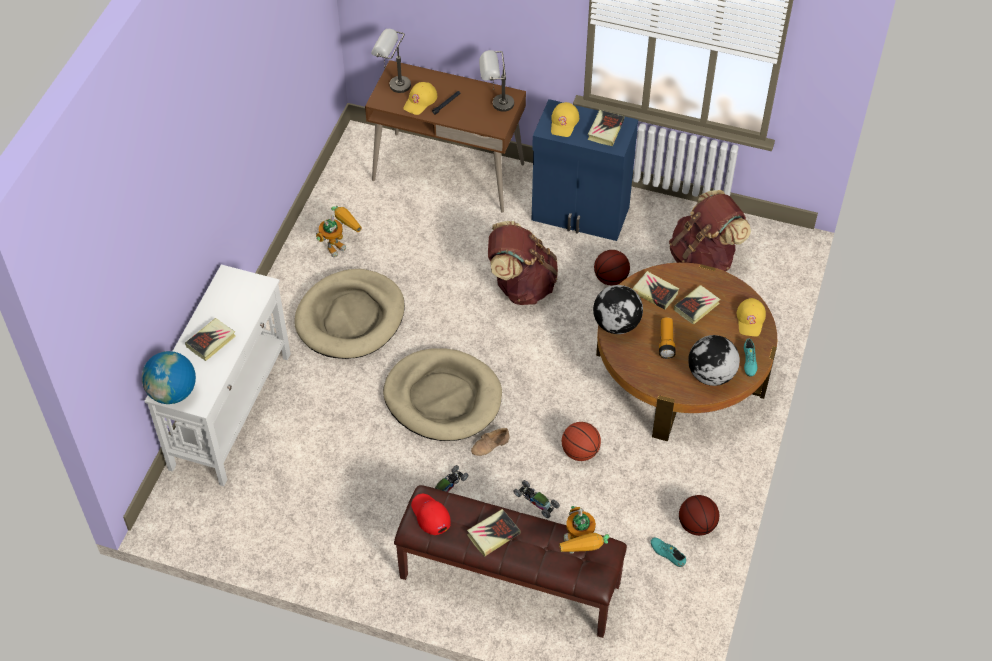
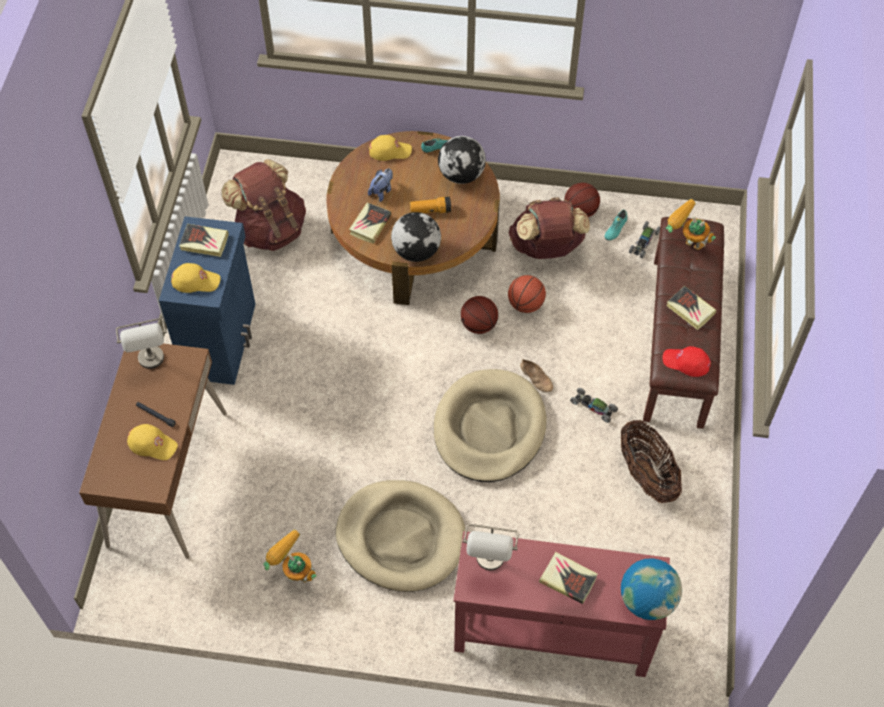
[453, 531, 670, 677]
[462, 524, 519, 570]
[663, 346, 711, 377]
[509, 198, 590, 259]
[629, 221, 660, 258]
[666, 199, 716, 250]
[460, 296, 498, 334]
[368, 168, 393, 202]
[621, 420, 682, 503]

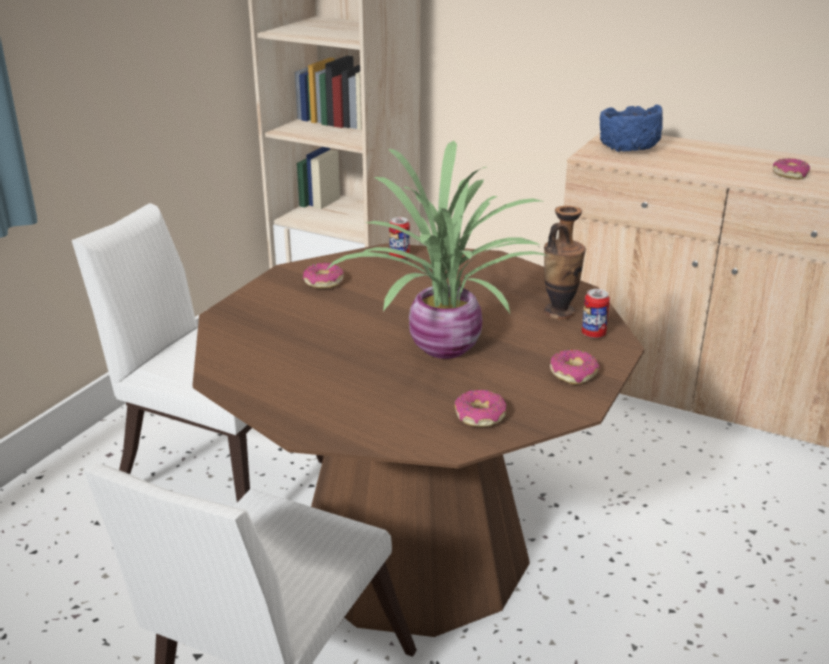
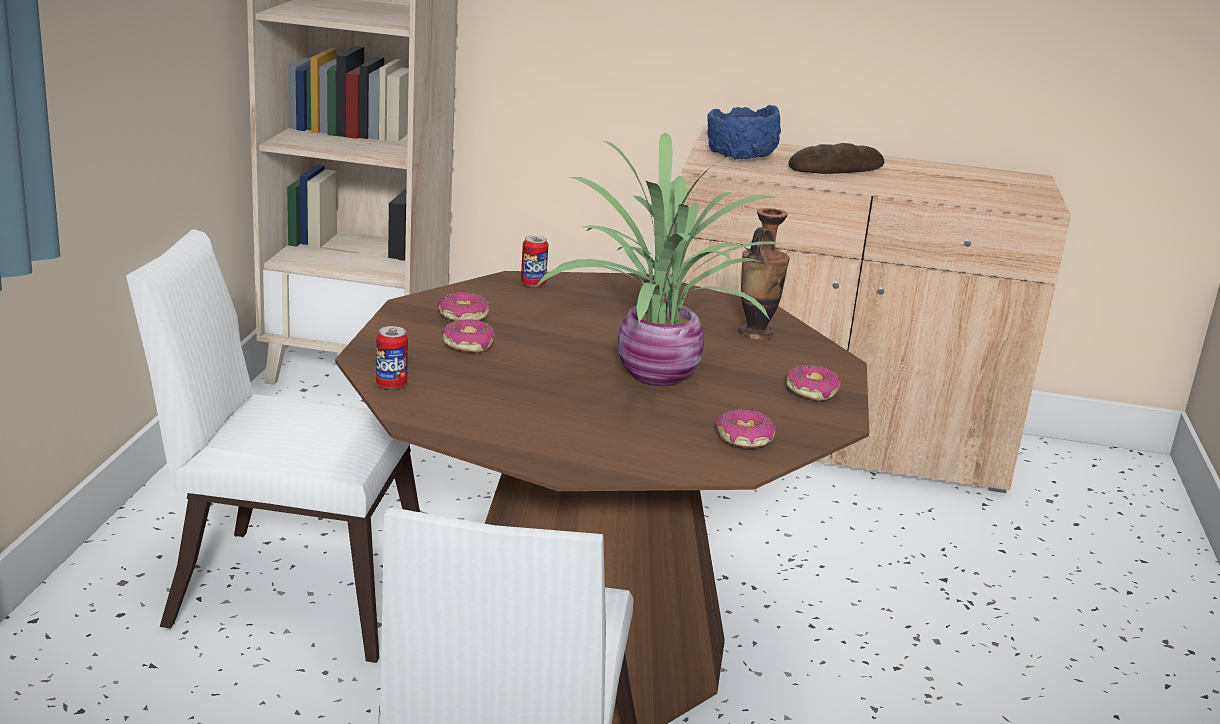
[376, 326, 408, 389]
[442, 319, 495, 353]
[788, 143, 884, 174]

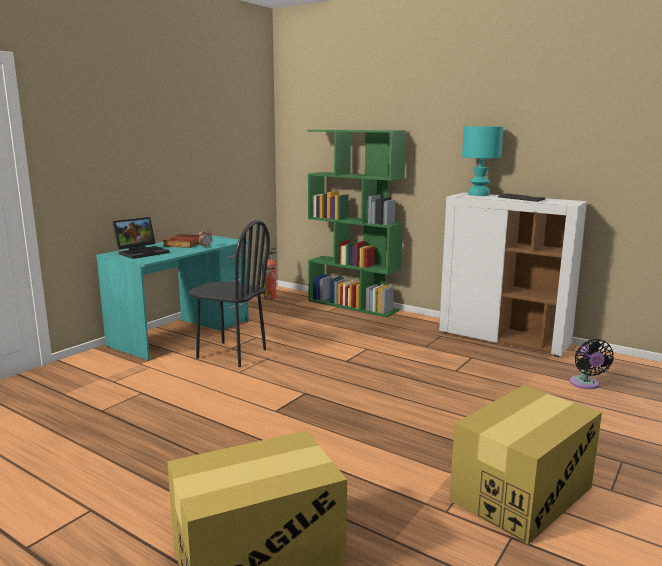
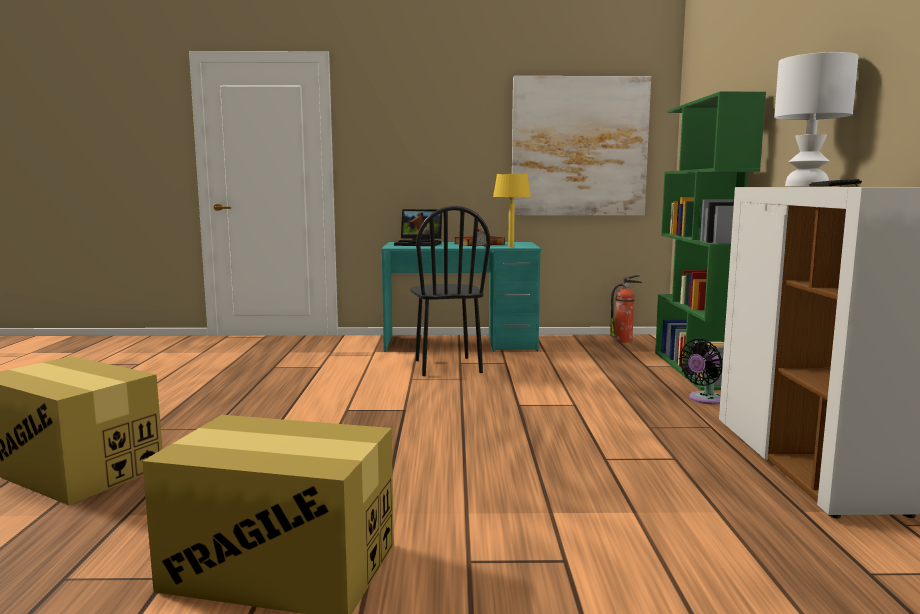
[774, 52, 858, 186]
[679, 339, 723, 404]
[493, 174, 531, 247]
[512, 76, 651, 216]

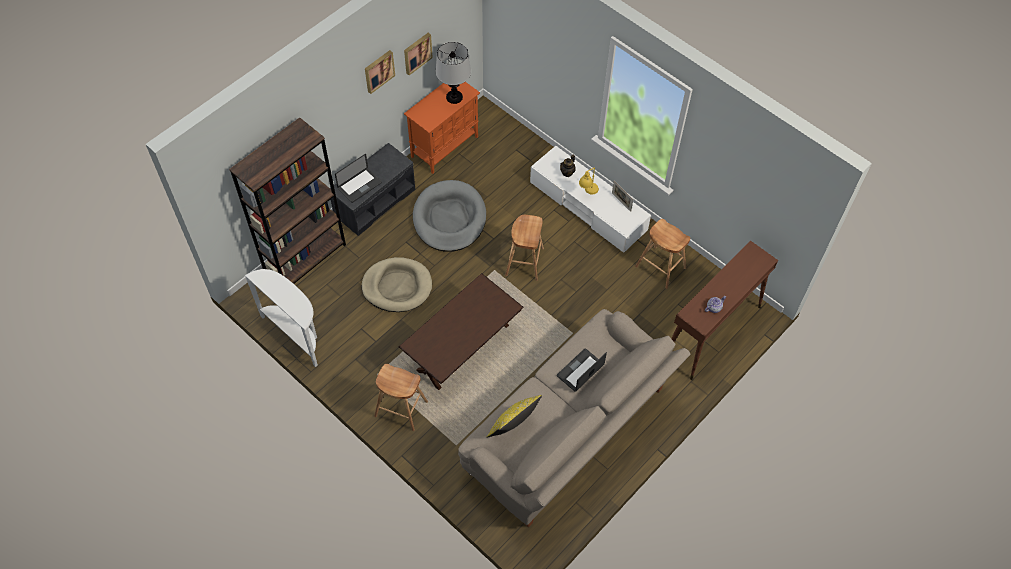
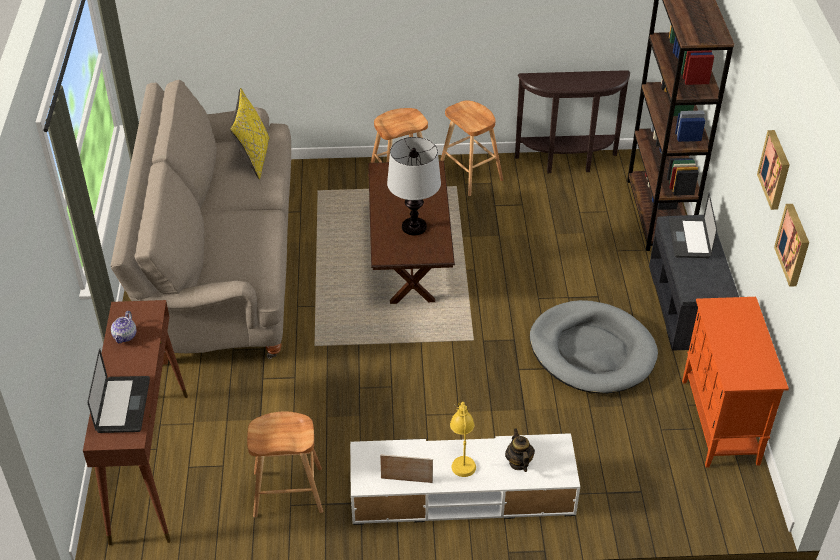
[515, 70, 630, 173]
[362, 257, 432, 312] (first image)
[387, 137, 441, 235]
[440, 100, 503, 196]
[87, 349, 150, 433]

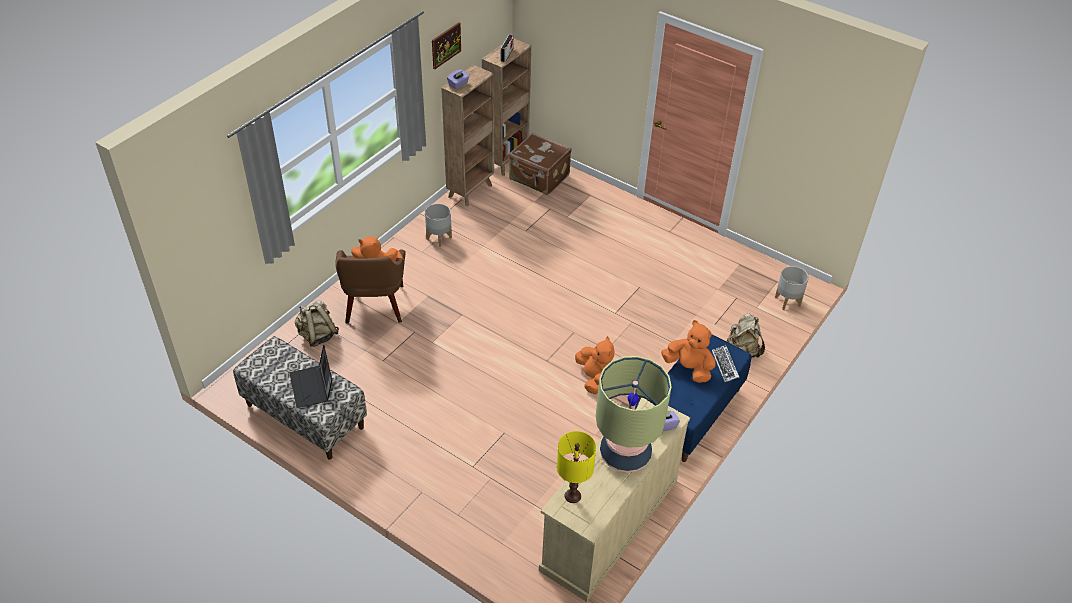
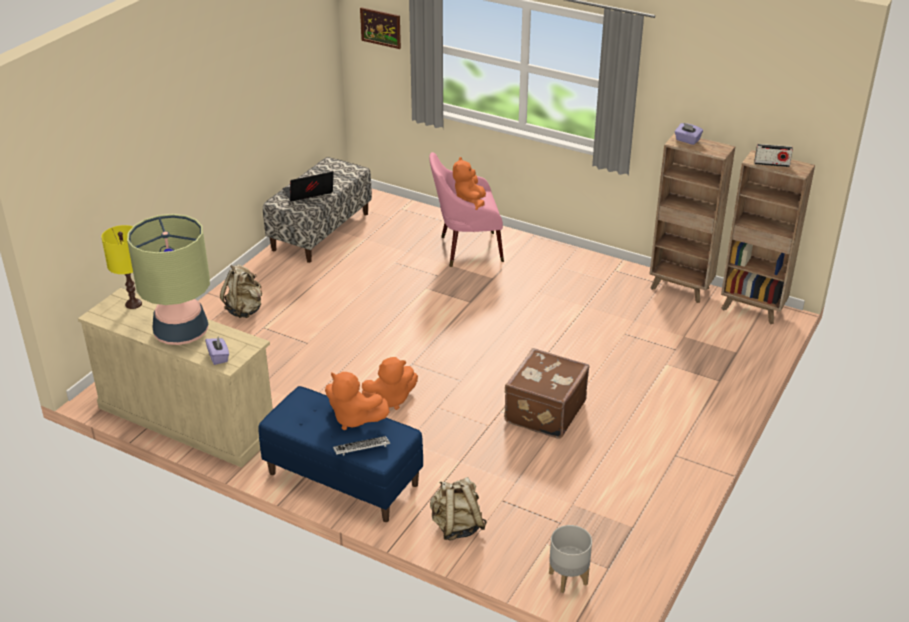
[220, 264, 262, 318]
[429, 152, 504, 267]
[425, 203, 452, 247] (first image)
[360, 7, 401, 49]
[504, 348, 590, 439]
[325, 372, 390, 430]

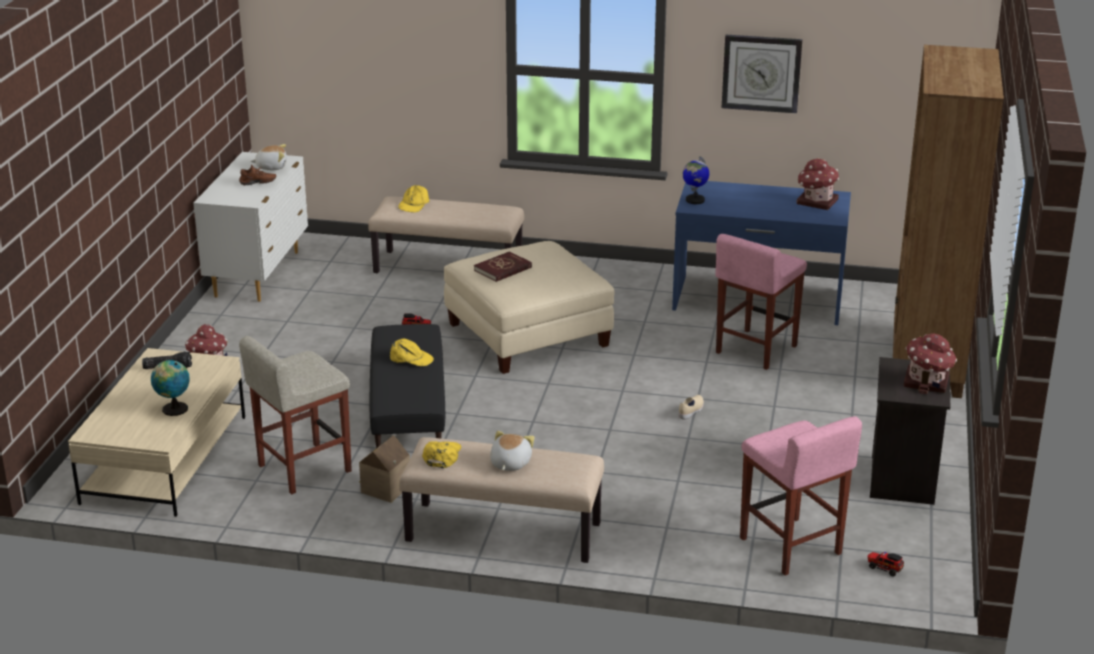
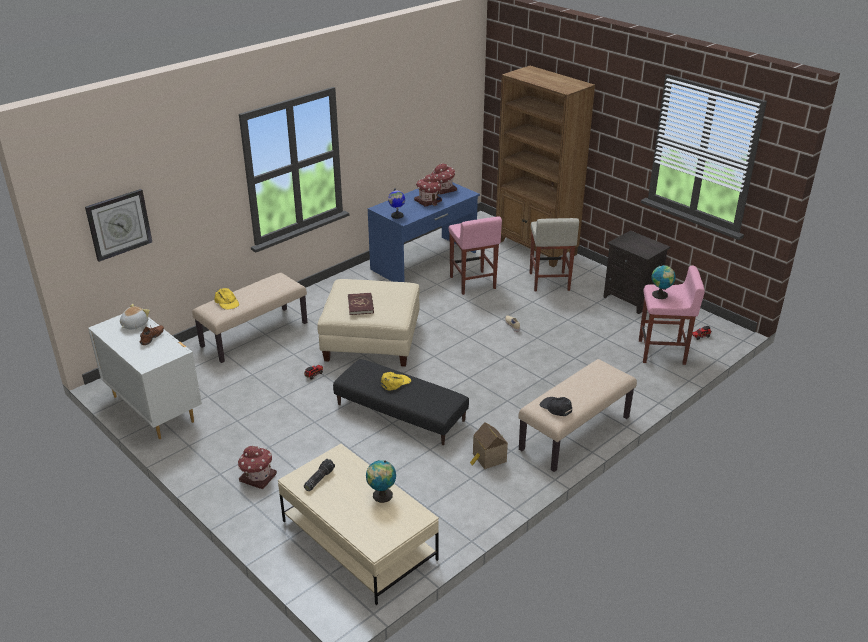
[530, 218, 579, 292]
[540, 397, 572, 416]
[490, 431, 535, 471] (first image)
[85, 189, 152, 262]
[414, 174, 442, 207]
[652, 264, 676, 299]

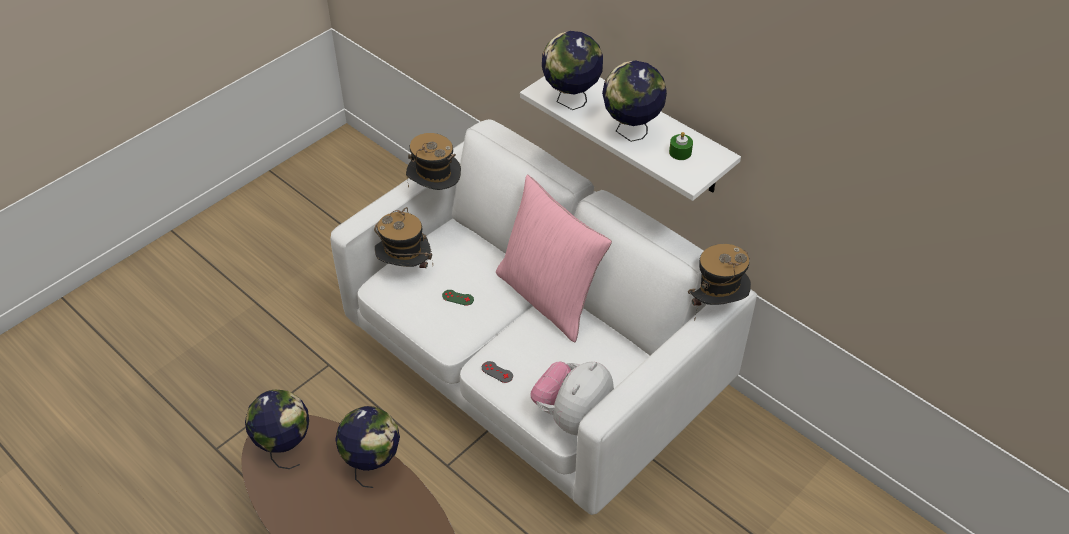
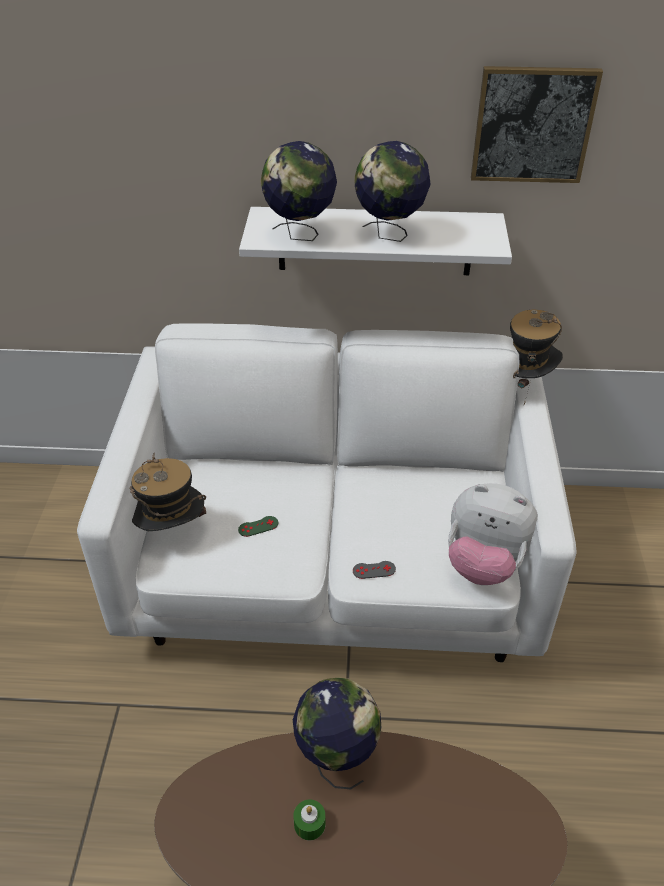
[245, 390, 309, 469] (first image)
[406, 133, 461, 190] (first image)
[496, 175, 612, 342] (first image)
[448, 483, 538, 585]
[293, 799, 325, 840]
[471, 66, 603, 183]

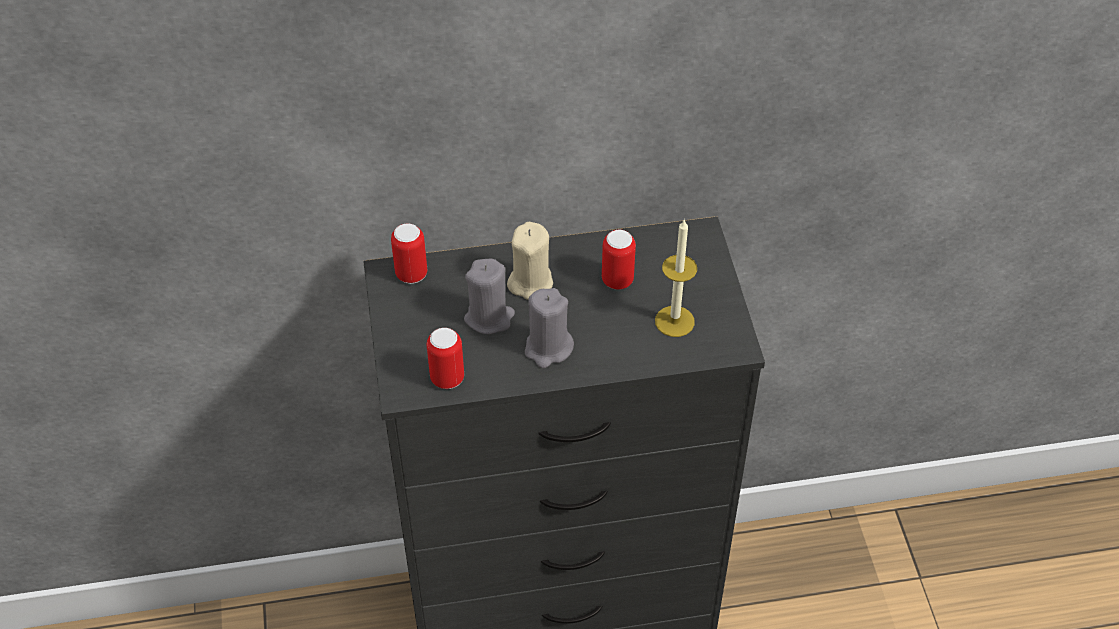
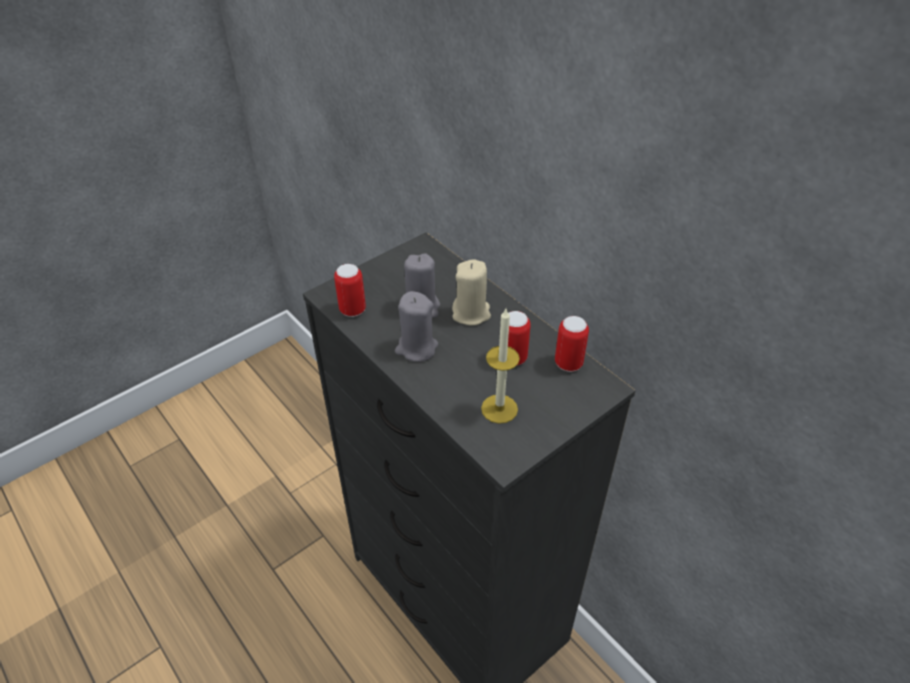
[555, 316, 589, 372]

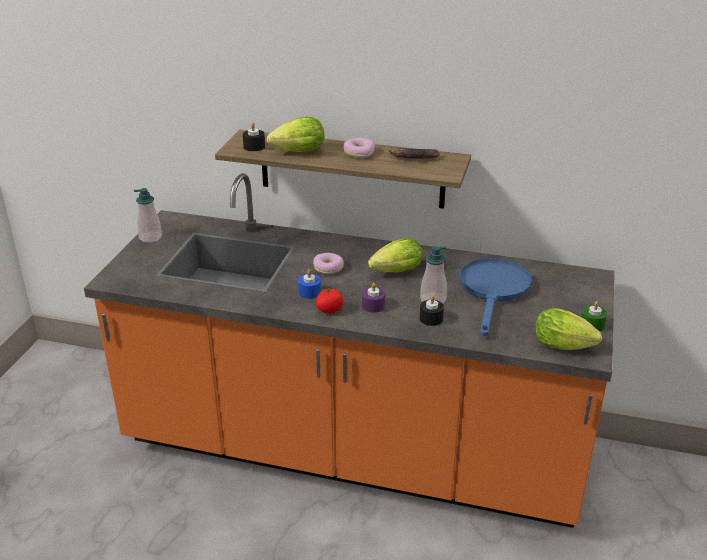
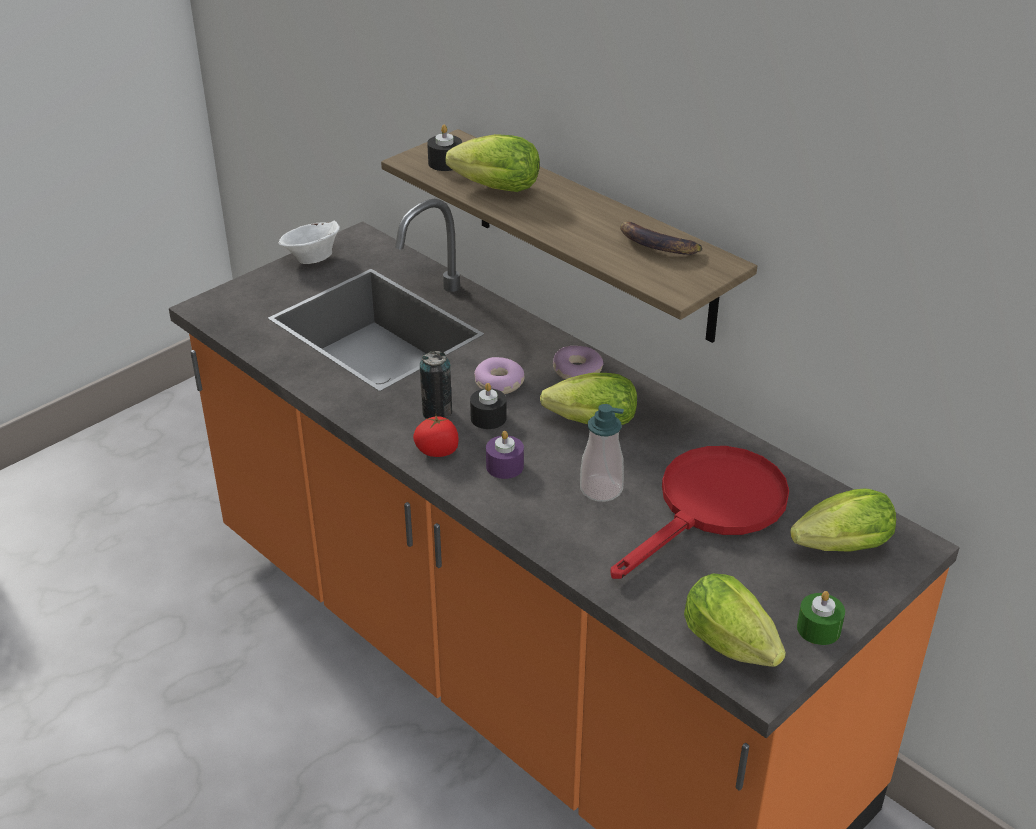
[279, 221, 340, 264]
[420, 351, 452, 419]
[553, 346, 603, 380]
[470, 383, 506, 429]
[611, 446, 789, 579]
[790, 489, 896, 552]

